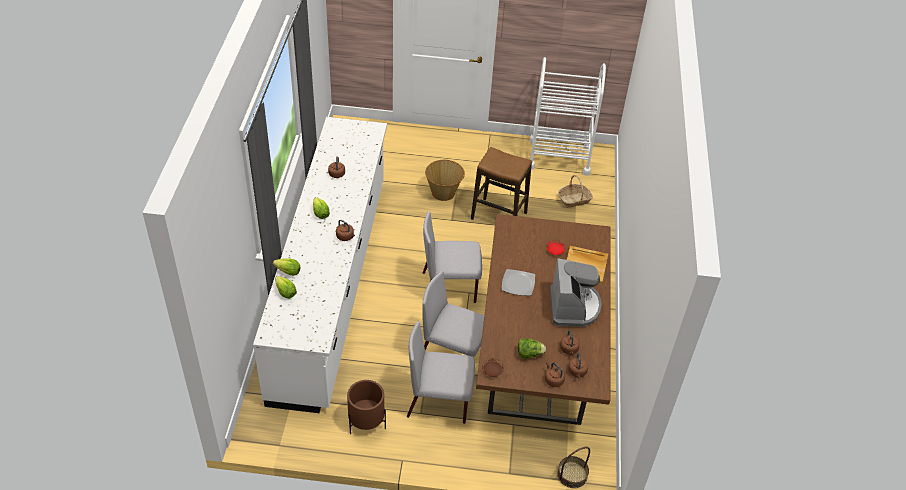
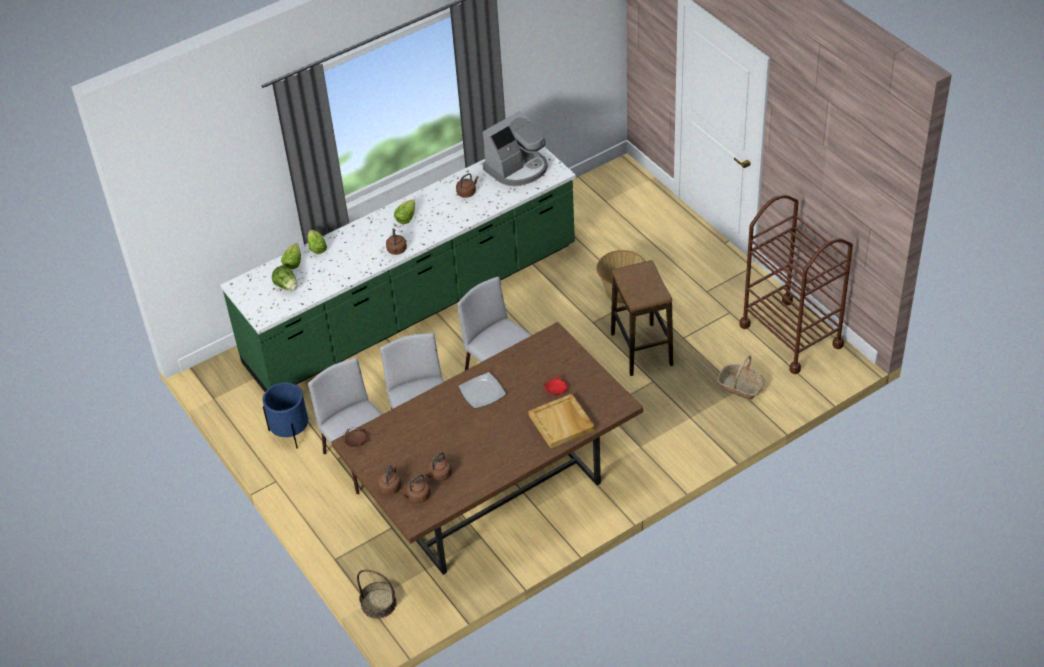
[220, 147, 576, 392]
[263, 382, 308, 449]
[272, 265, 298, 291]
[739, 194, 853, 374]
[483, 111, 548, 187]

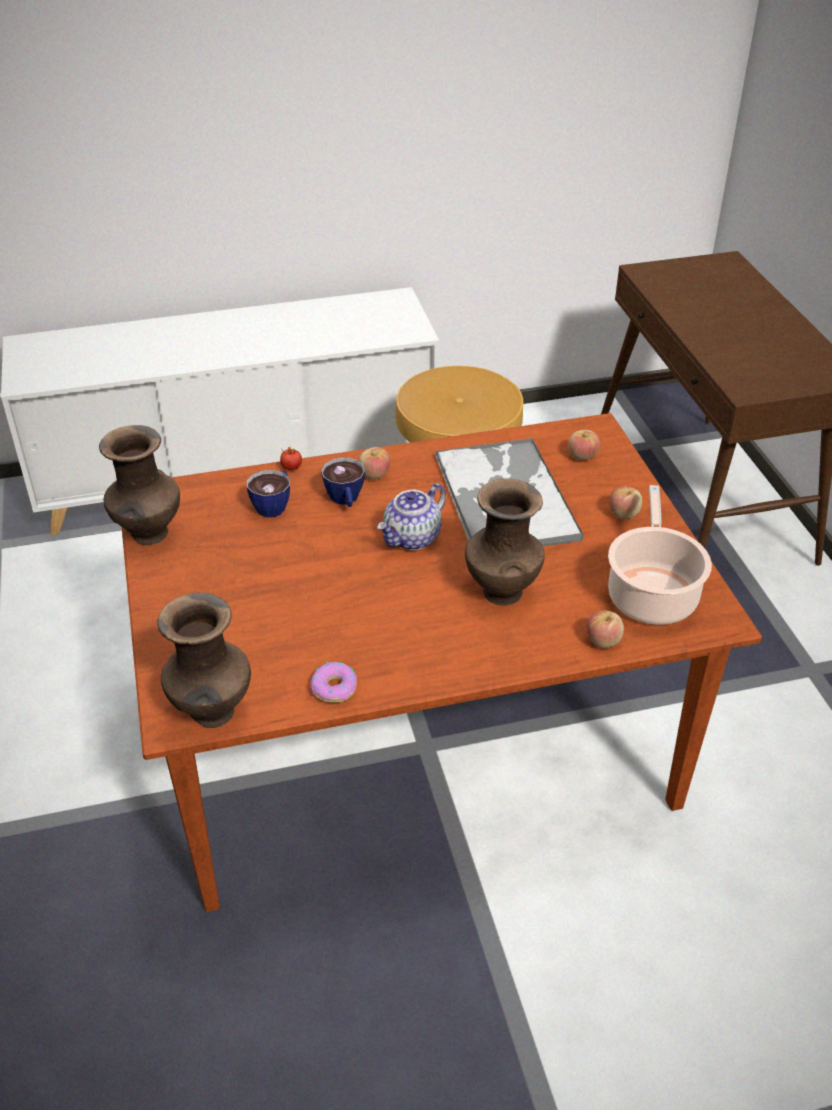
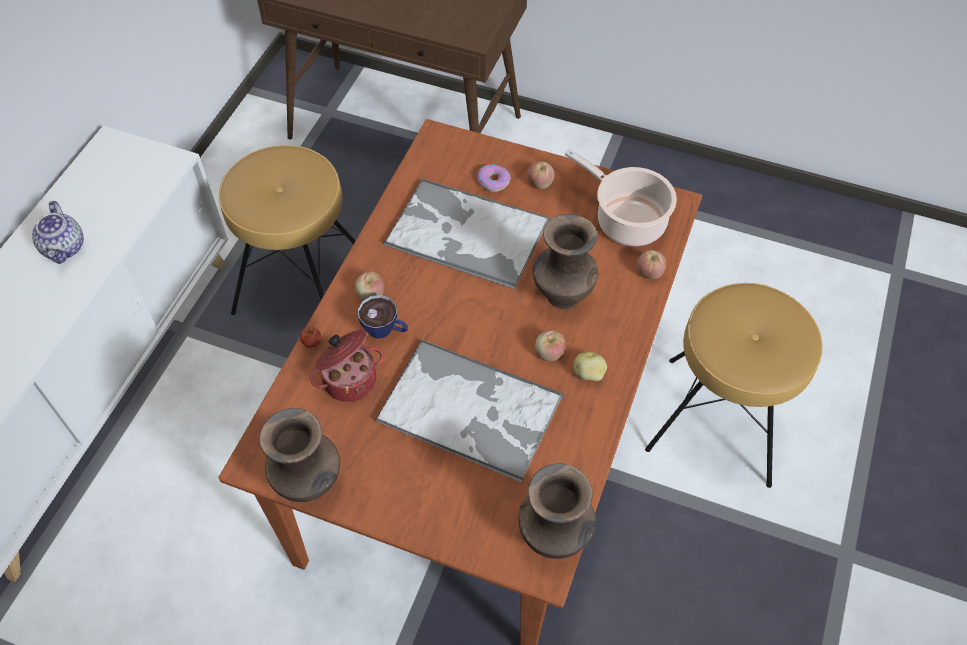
[310, 329, 384, 402]
[477, 164, 511, 192]
[32, 201, 84, 264]
[535, 330, 566, 361]
[375, 339, 564, 482]
[573, 352, 607, 381]
[645, 283, 823, 488]

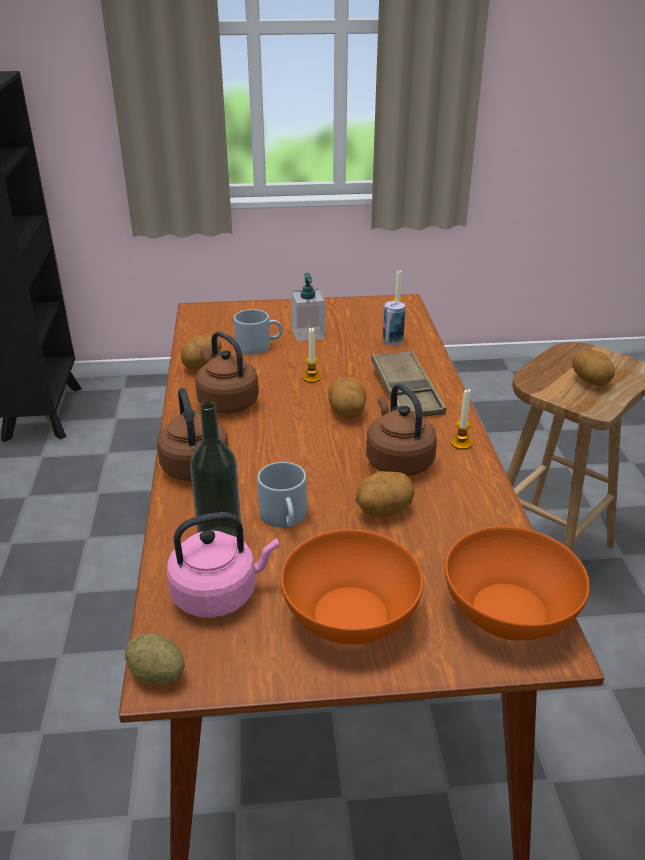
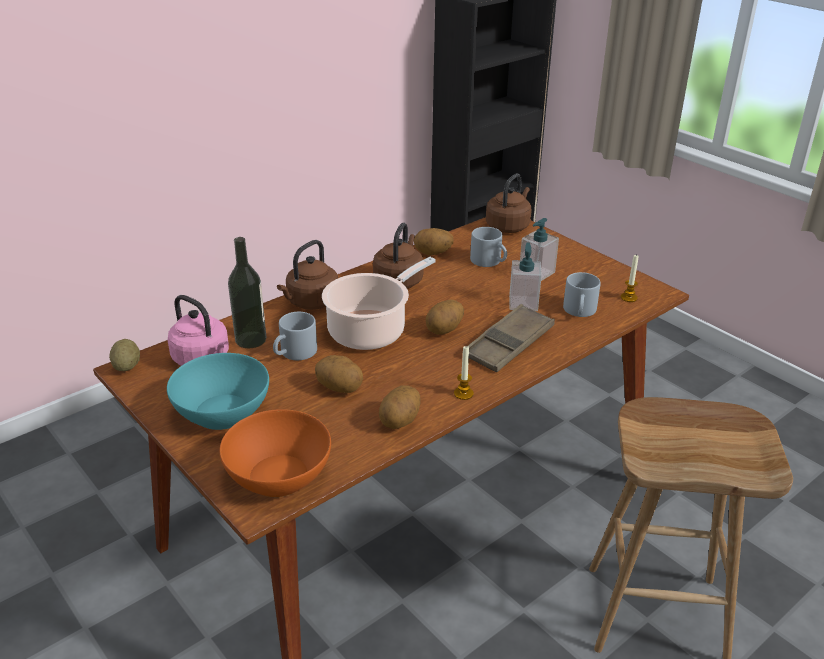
[167, 353, 269, 430]
[303, 327, 321, 383] (first image)
[486, 174, 532, 233]
[563, 272, 601, 317]
[379, 385, 421, 429]
[322, 257, 436, 350]
[509, 242, 542, 311]

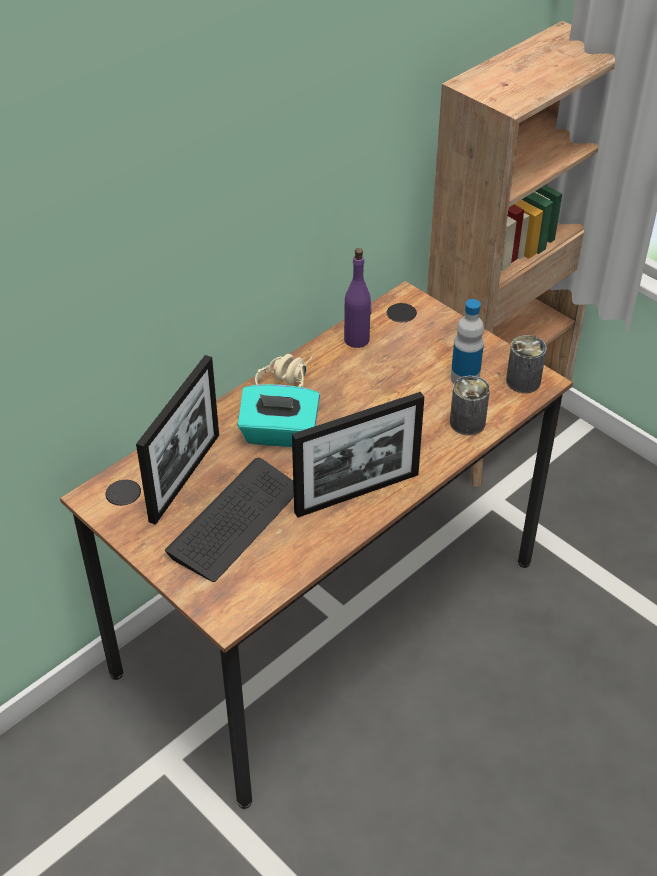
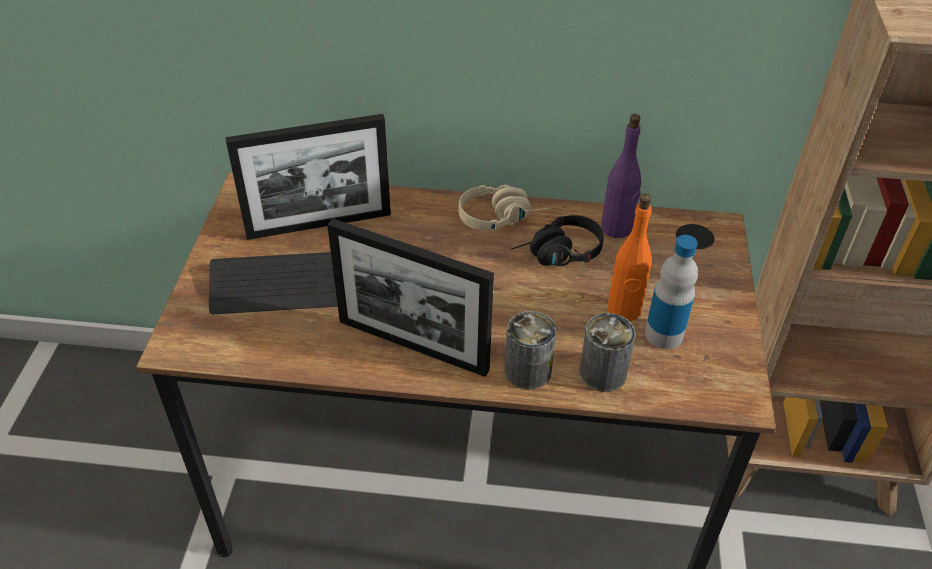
[238, 384, 320, 447] (first image)
[504, 311, 557, 390]
[511, 215, 604, 266]
[607, 193, 652, 321]

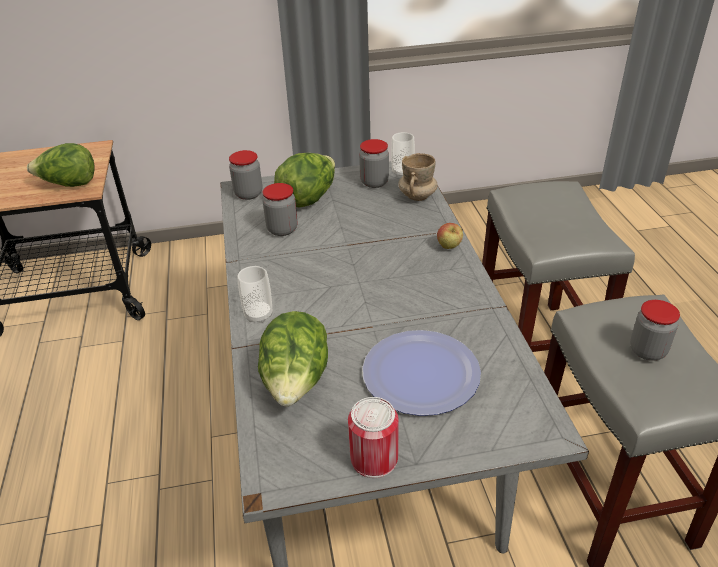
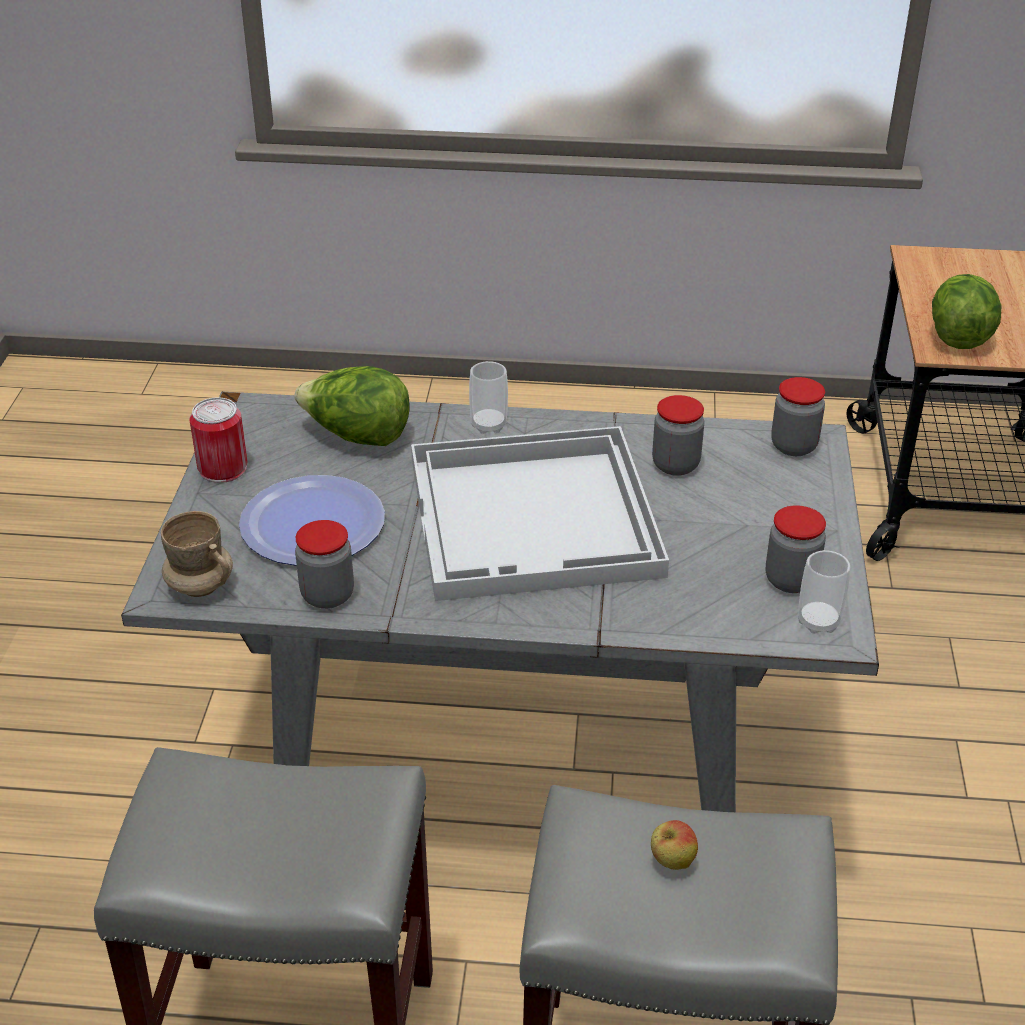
[274, 153, 335, 208] (first image)
[161, 511, 233, 597]
[651, 820, 698, 870]
[295, 520, 354, 609]
[411, 426, 669, 601]

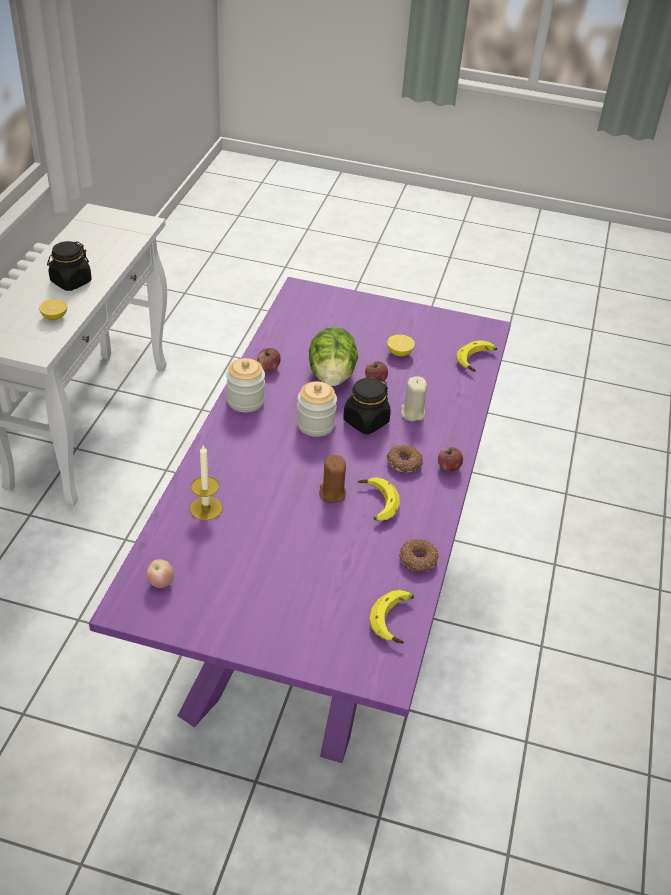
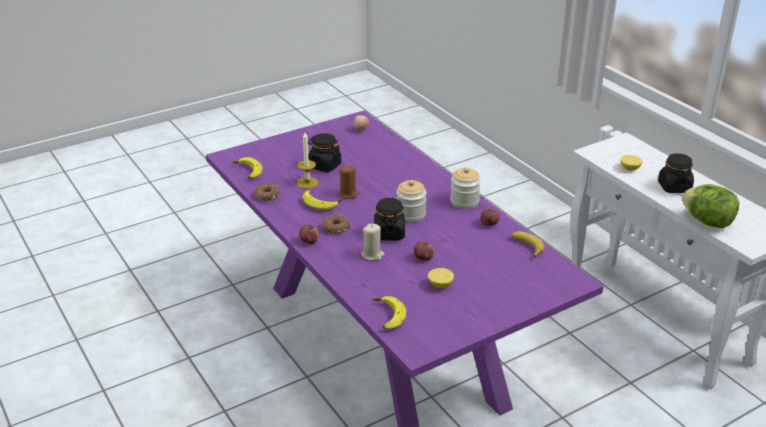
[297, 132, 318, 189]
[682, 184, 739, 228]
[308, 133, 341, 172]
[511, 231, 544, 258]

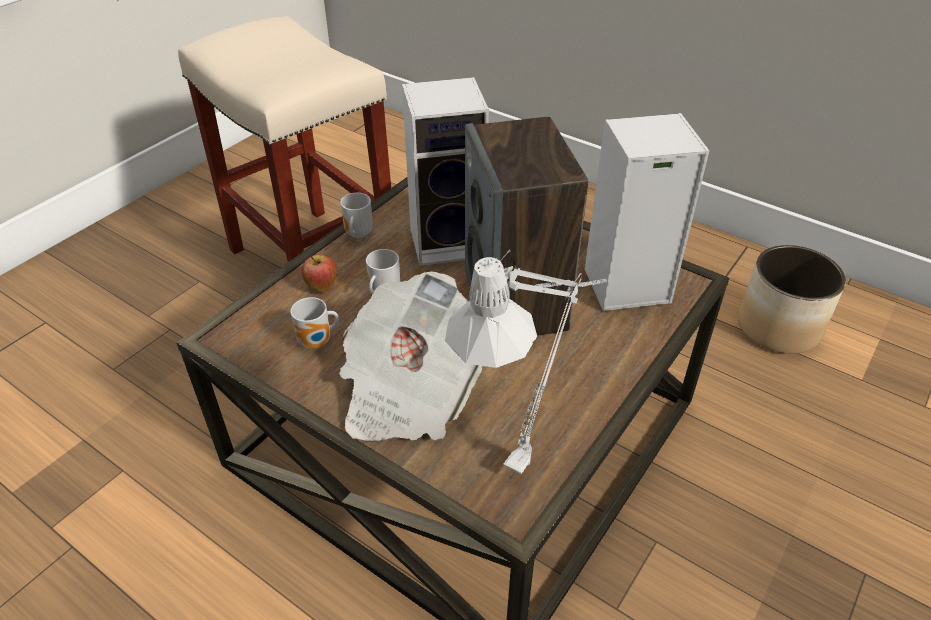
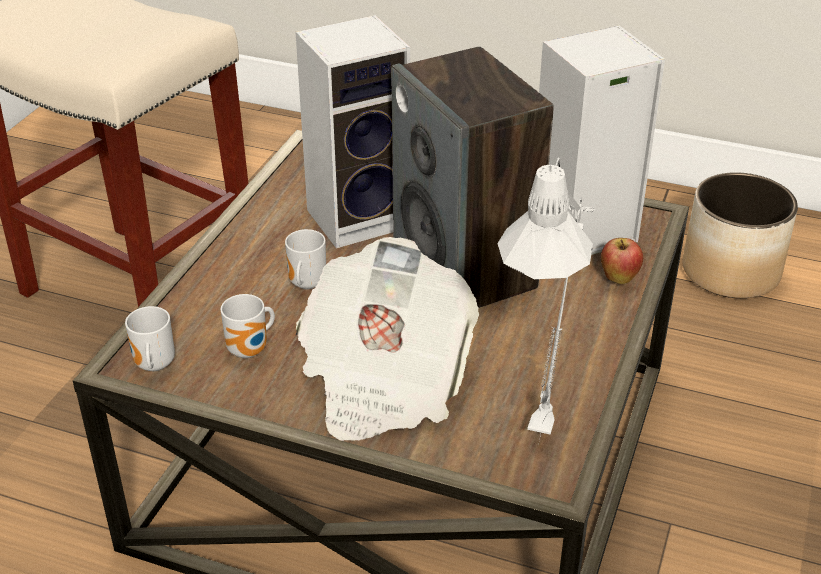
[601, 238, 643, 284]
[125, 306, 175, 371]

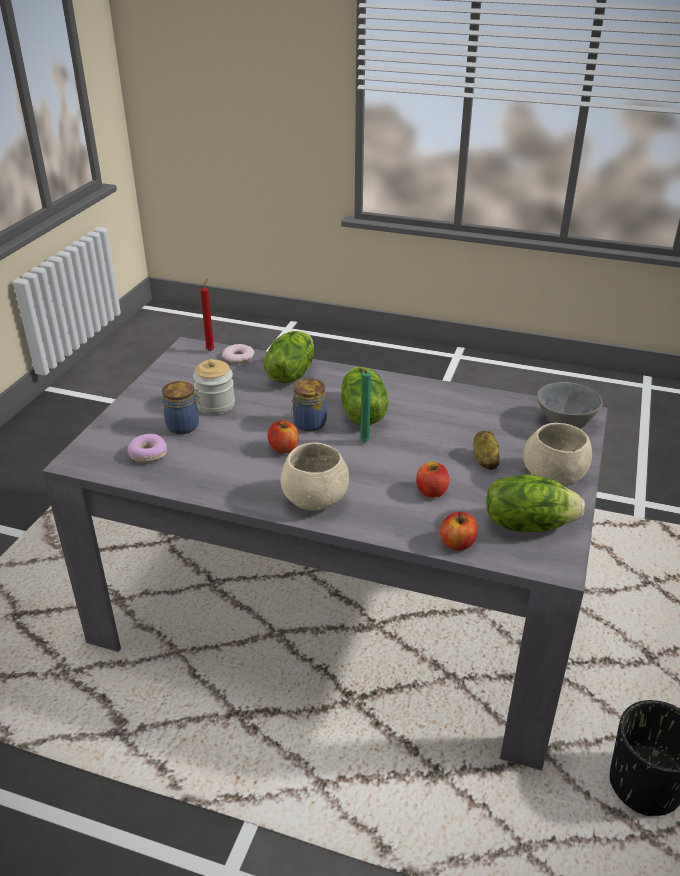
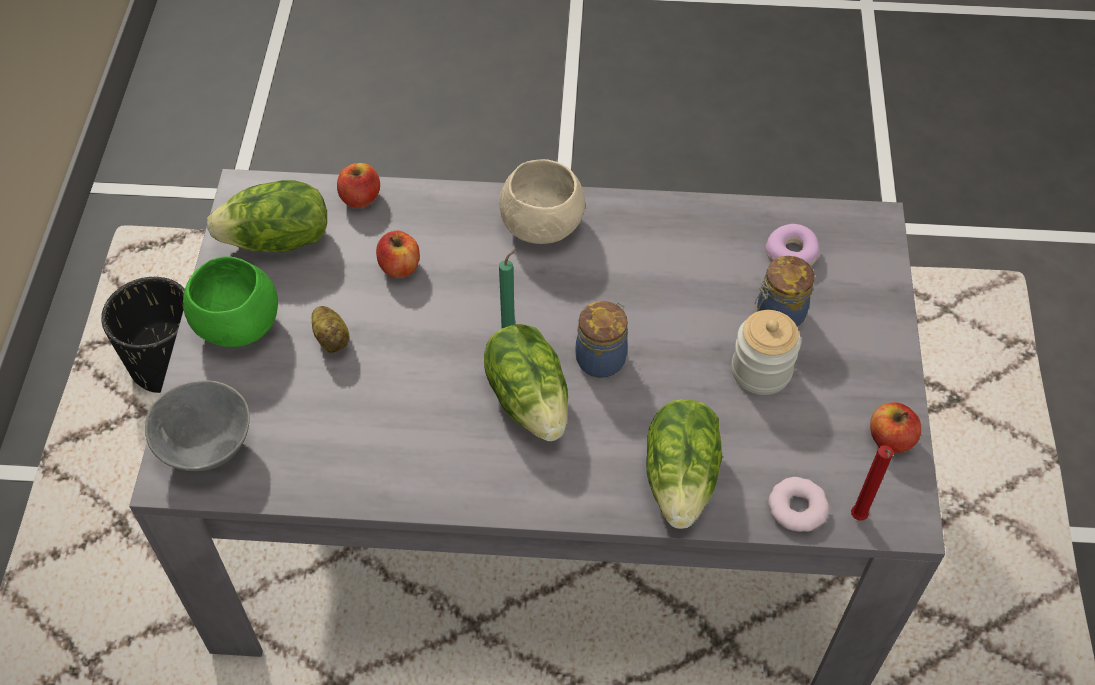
[870, 402, 921, 453]
[183, 256, 278, 347]

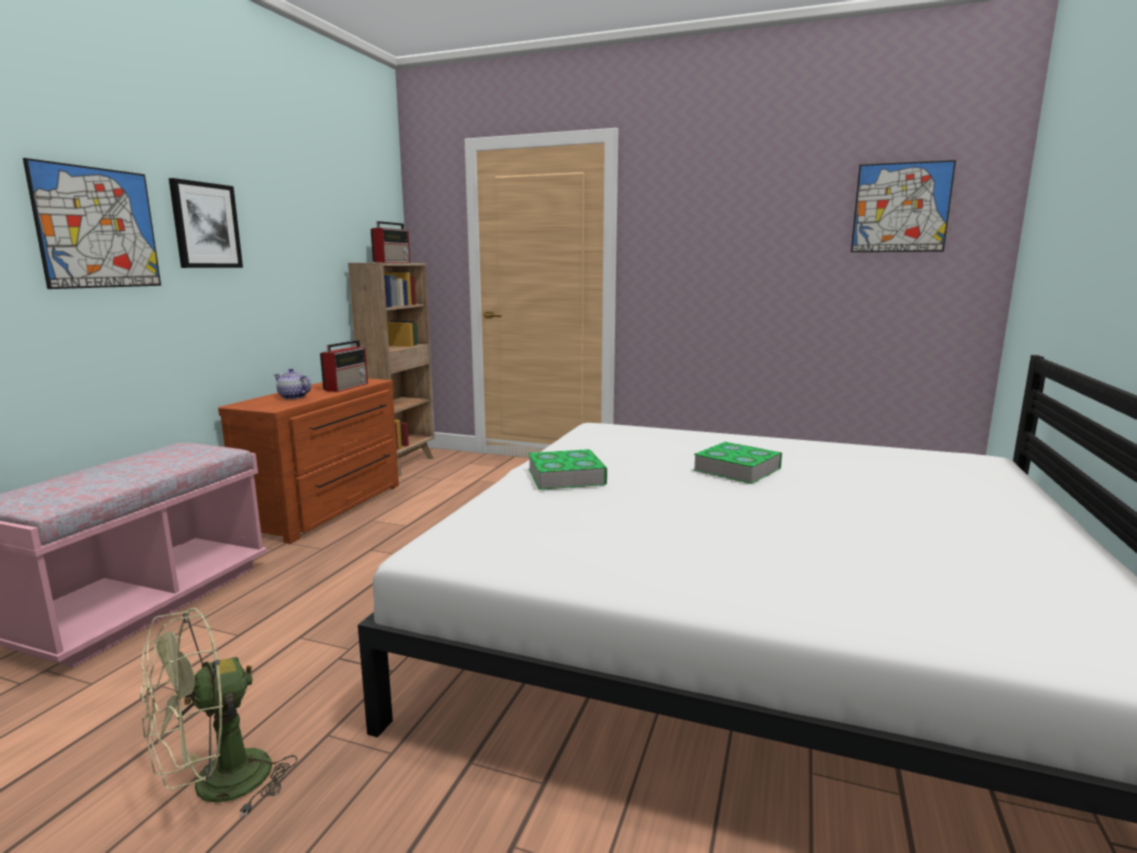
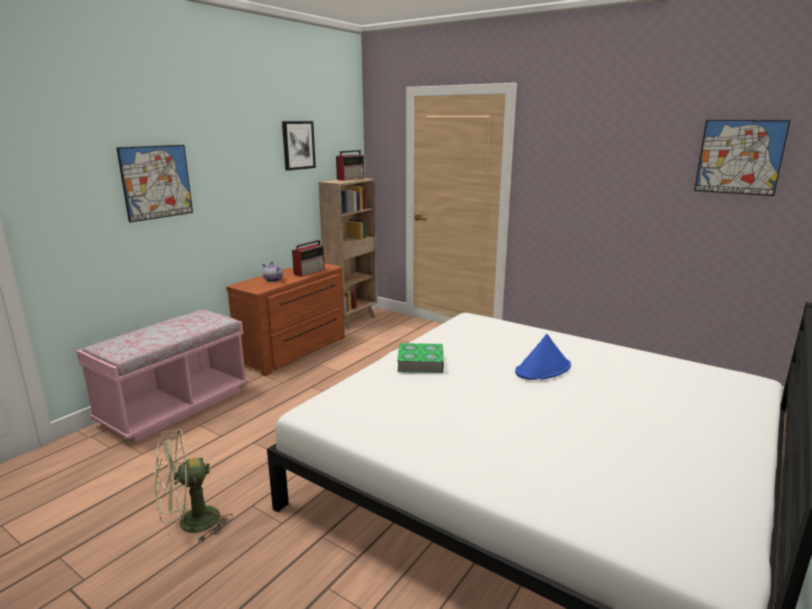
[282, 121, 316, 171]
[515, 334, 571, 380]

